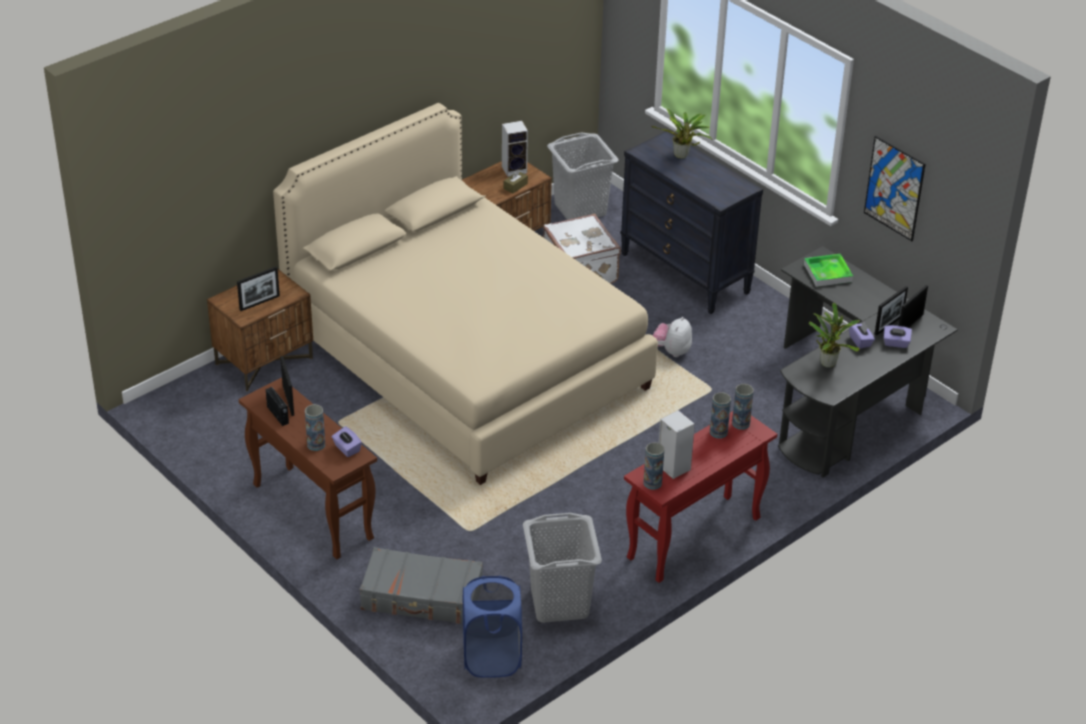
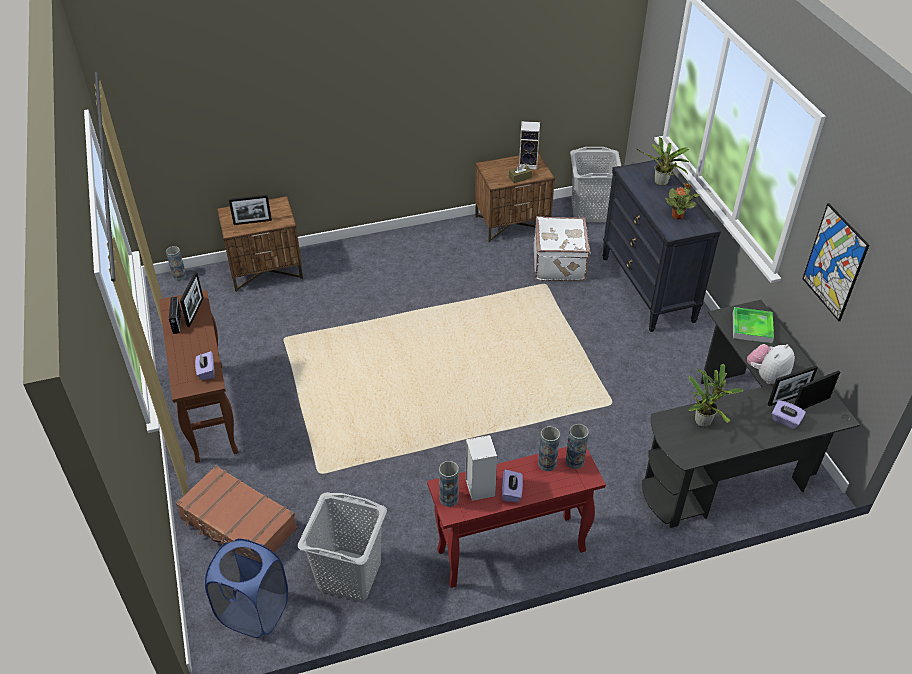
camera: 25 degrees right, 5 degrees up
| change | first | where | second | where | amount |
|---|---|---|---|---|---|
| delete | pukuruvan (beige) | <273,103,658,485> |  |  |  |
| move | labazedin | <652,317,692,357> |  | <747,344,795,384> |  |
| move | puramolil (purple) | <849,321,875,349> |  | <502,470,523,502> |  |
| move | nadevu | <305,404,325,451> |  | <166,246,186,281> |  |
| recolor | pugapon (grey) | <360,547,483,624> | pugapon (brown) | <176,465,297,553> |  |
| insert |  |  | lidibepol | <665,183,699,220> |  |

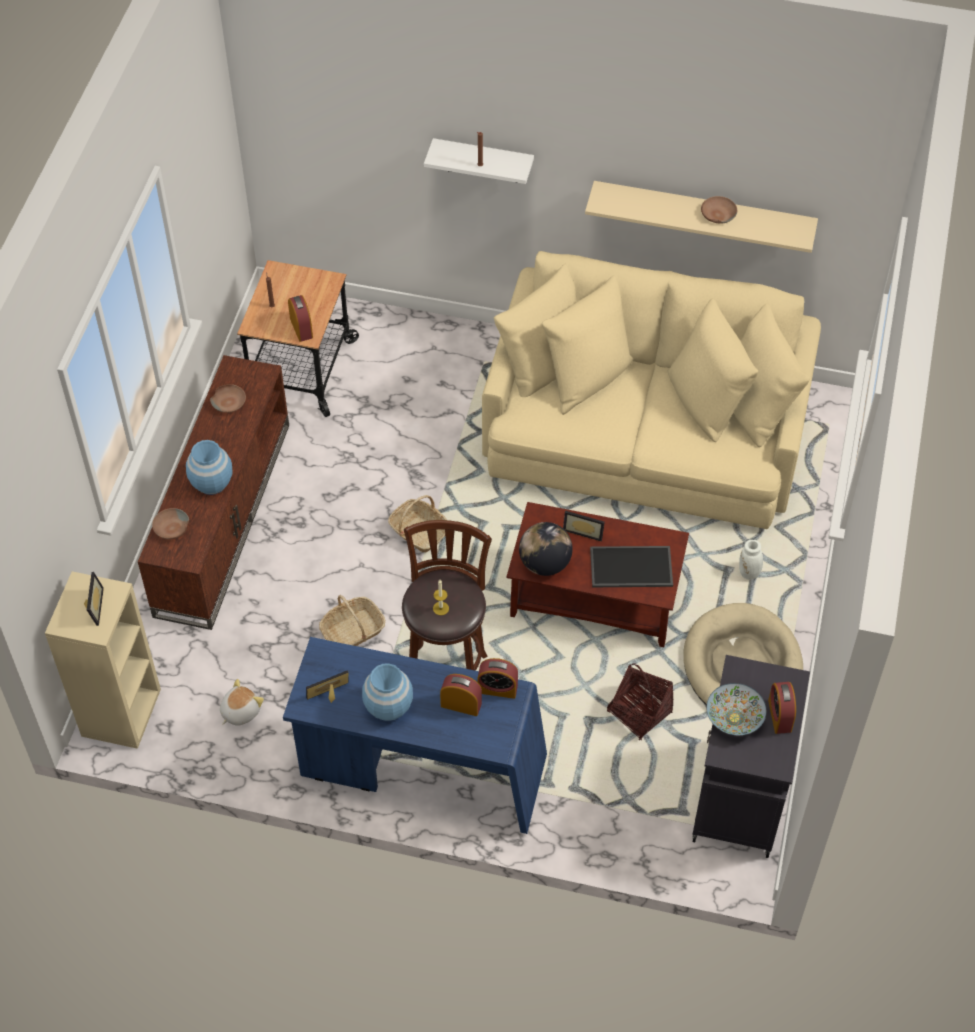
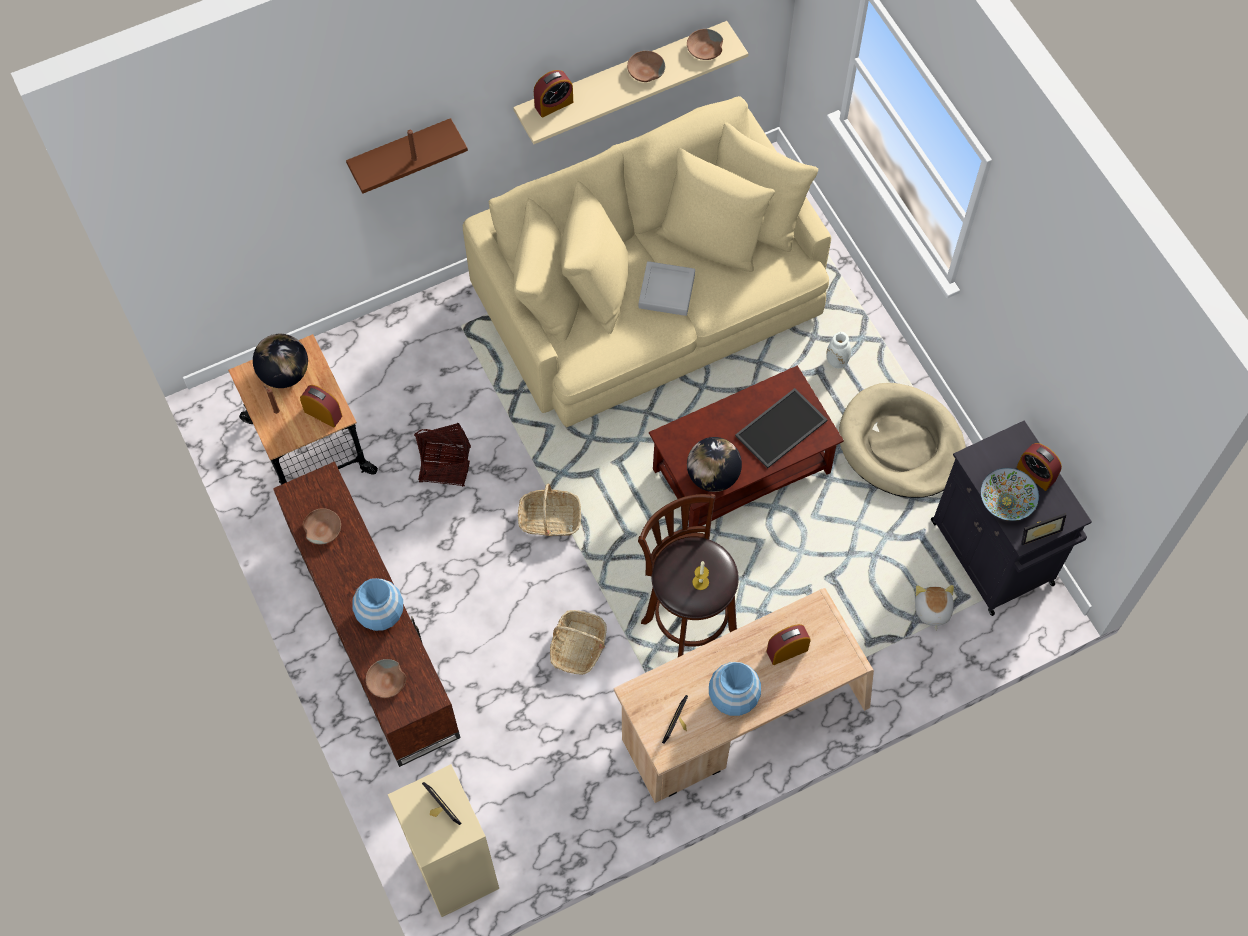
camera: 40 degrees left, 10 degrees up
| change | first | where | second | where | amount |
|---|---|---|---|---|---|
| recolor | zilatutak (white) | <424,138,534,184> | zilatutak (brown) | <346,118,468,194> |  |
| move | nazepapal | <563,511,605,542> |  | <1021,513,1066,545> |  |
| recolor | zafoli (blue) | <283,637,547,834> | zafoli (beige) | <614,588,874,803> |  |
| move | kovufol | <478,658,518,699> |  | <534,70,573,117> |  |
| move | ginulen | <607,663,674,740> |  | <414,423,471,487> |  |
| move | labazedin | <220,679,264,726> |  | <915,585,954,631> |  |
| insert |  |  | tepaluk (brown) | <687,29,723,60> |  |
| insert |  |  | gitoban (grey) | <639,261,695,316> |  |
| insert |  |  | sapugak | <253,334,308,388> |  |

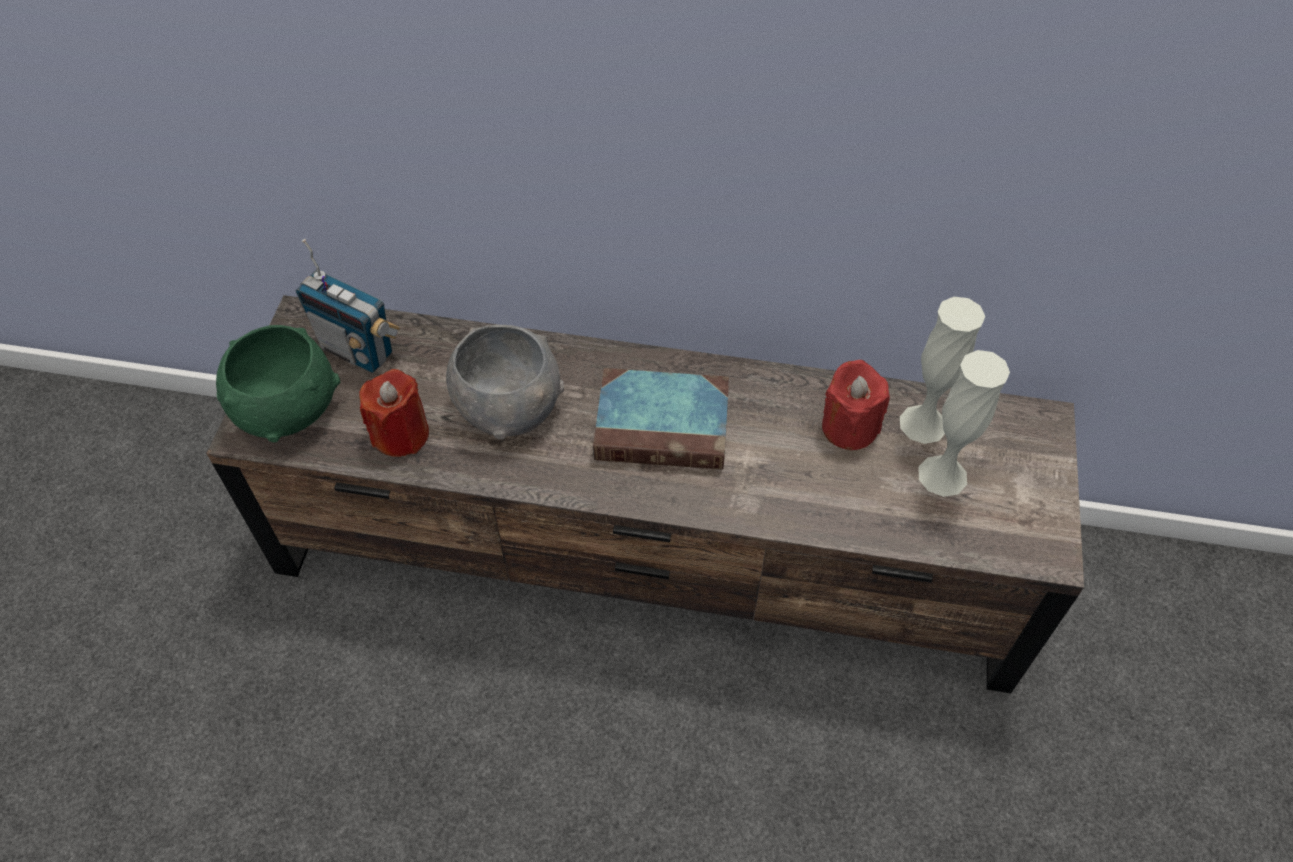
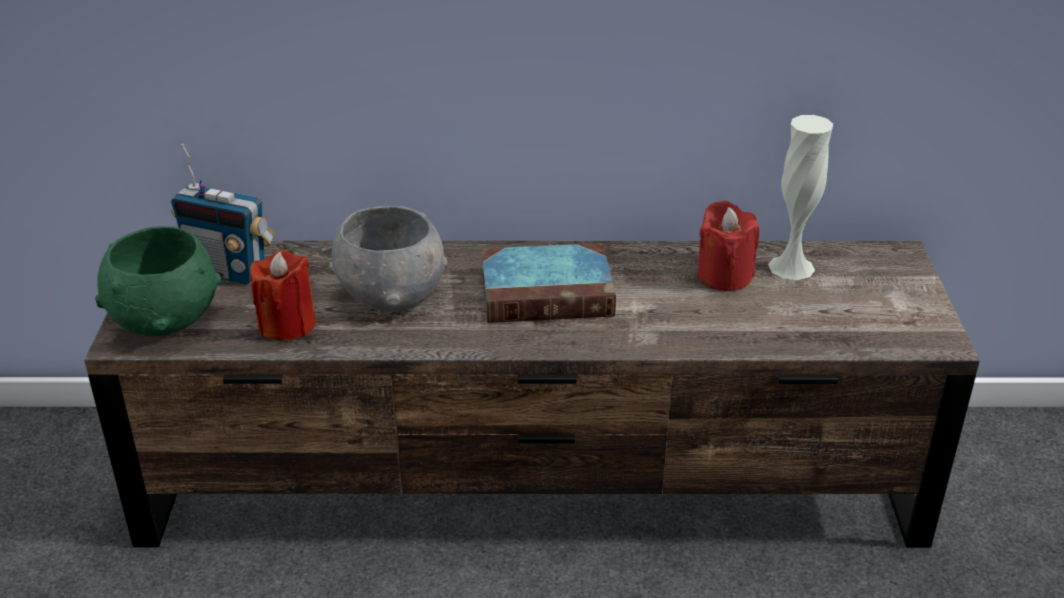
camera: 10 degrees left, 20 degrees down
| change | first | where | second | where | amount |
|---|---|---|---|---|---|
| delete | nadevu (white) | <919,350,1010,497> |  |  |  |

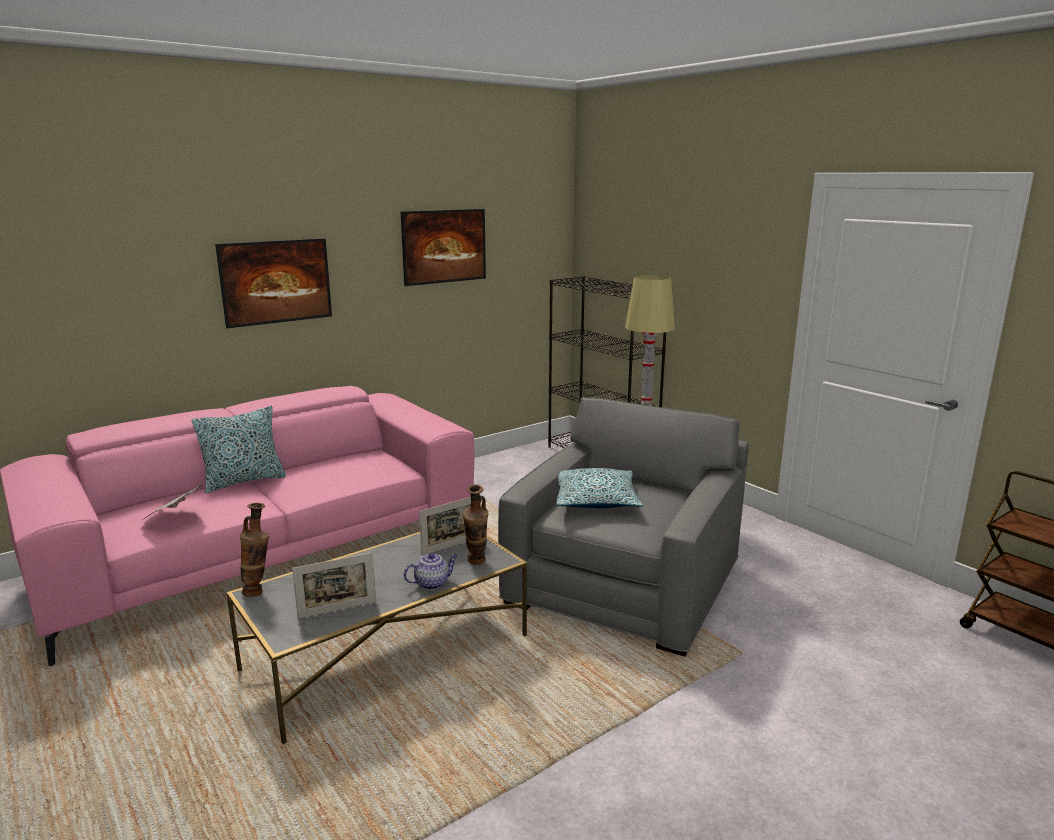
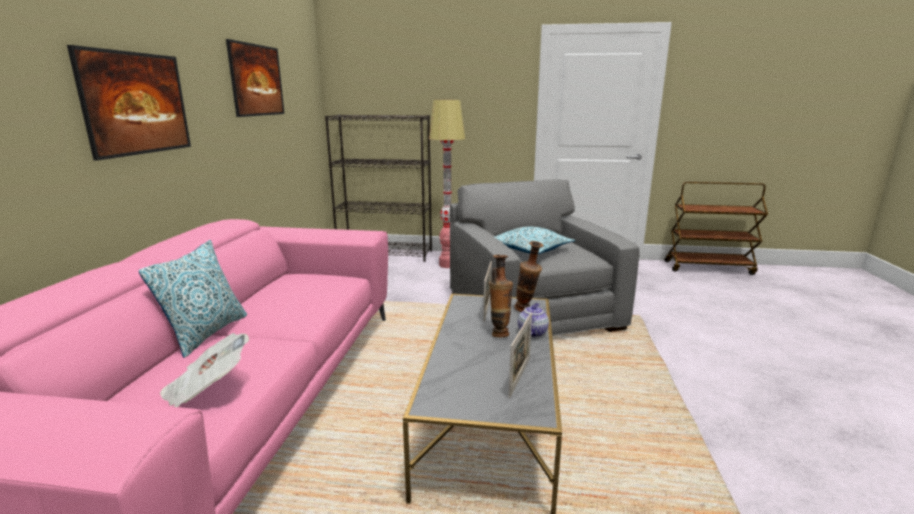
camera: 45 degrees left, 0 degrees up
| change | first | where | second | where | amount |
|---|---|---|---|---|---|
| move | nadevu | <240,503,269,597> |  | <489,255,513,337> |  |

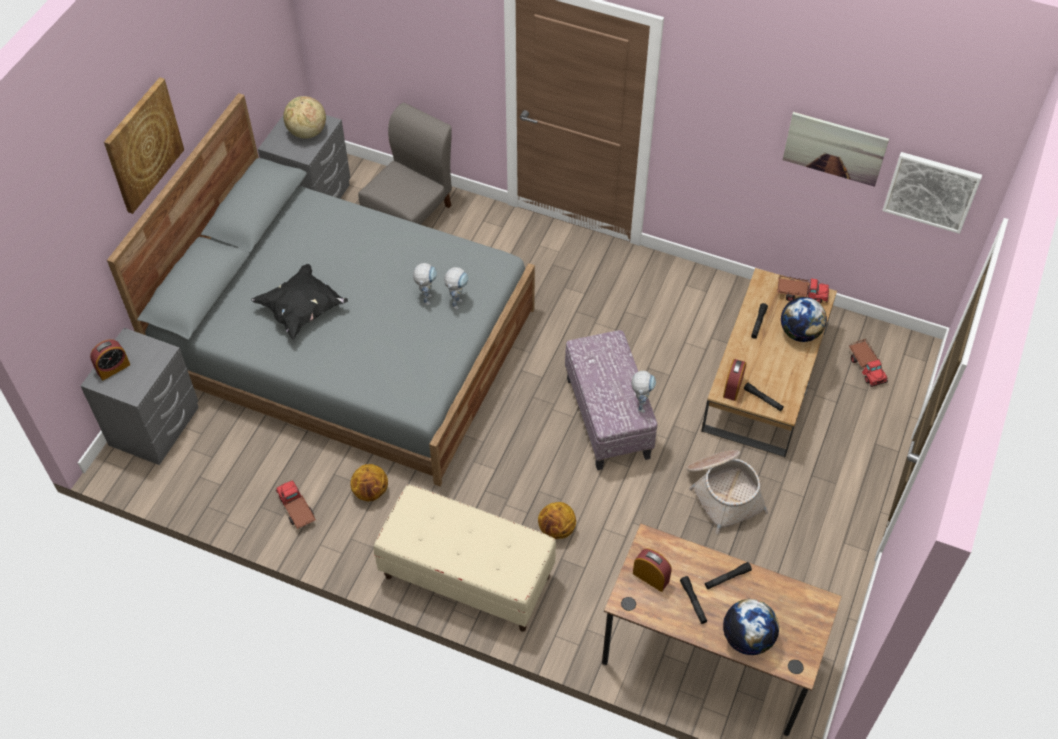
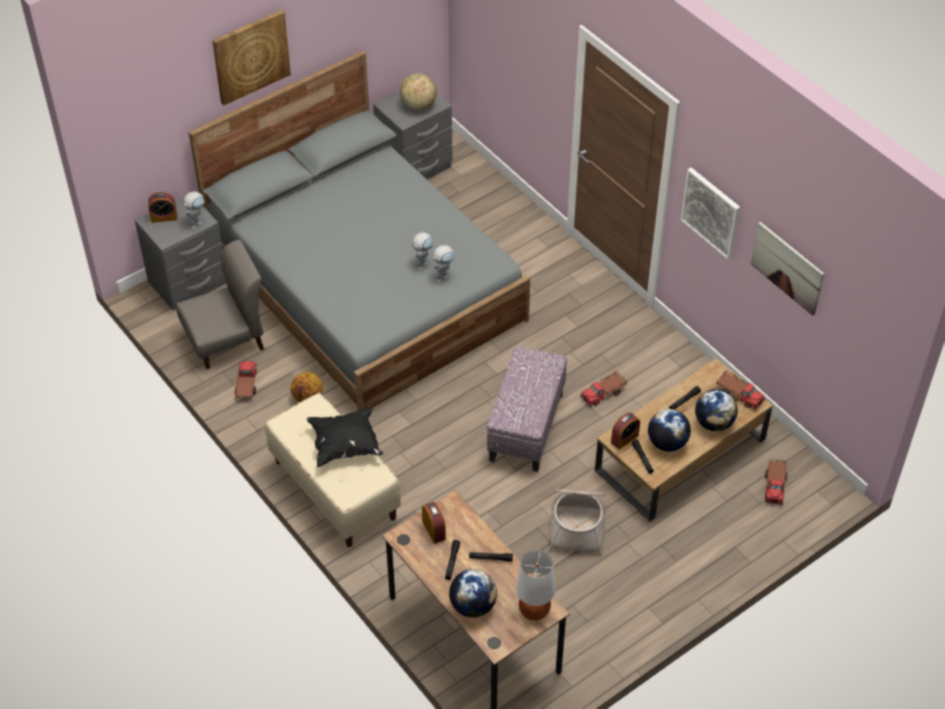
camera: 30 degrees right, 5 degrees down
| change | first | where | second | where | amount |
|---|---|---|---|---|---|
| move | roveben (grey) | <358,103,452,225> |  | <176,240,264,369> |  |
| move | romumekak | <882,152,982,234> |  | <681,167,740,260> |  |
| move | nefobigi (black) | <251,264,348,340> |  | <307,407,383,467> |  |
| move | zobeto | <631,371,656,413> |  | <183,191,205,229> |  |
| delete | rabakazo | <538,502,576,539> |  |  |  |
| insert |  |  | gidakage | <580,371,627,407> |  |
| insert |  |  | sapugak | <648,409,691,452> |  |
| insert |  |  | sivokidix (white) | <516,551,555,621> |  |

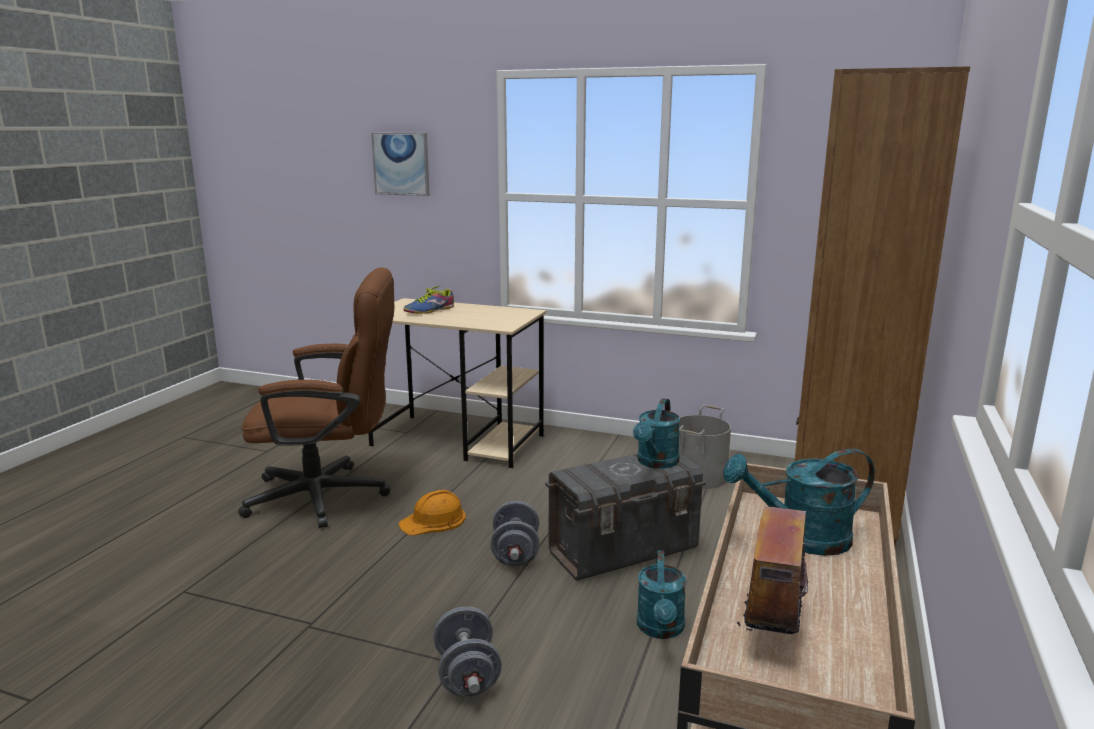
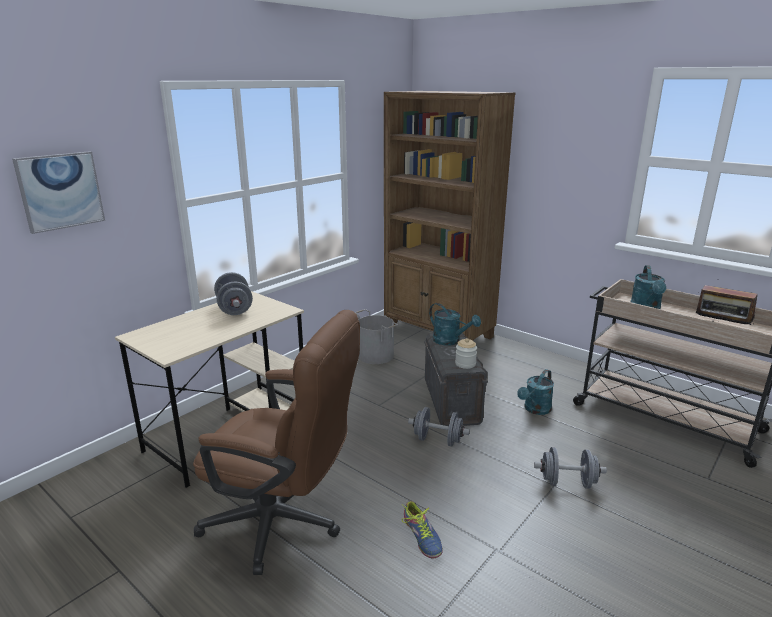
camera: 70 degrees left, 5 degrees up
| change | first | where | second | where | amount |
|---|---|---|---|---|---|
| rotate | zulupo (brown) | <238,267,394,528> |  | <193,310,360,575> | 90 degrees clockwise |
| move | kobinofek | <404,286,454,314> |  | <402,501,443,558> |  |
| delete | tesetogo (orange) | <398,490,466,535> |  |  |  |
| rotate | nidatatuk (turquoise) | <637,550,686,639> |  | <517,369,554,415> | 105 degrees clockwise |
| insert |  |  | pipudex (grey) | <214,272,253,315> |  |
| insert |  |  | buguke | <455,338,477,369> |  |

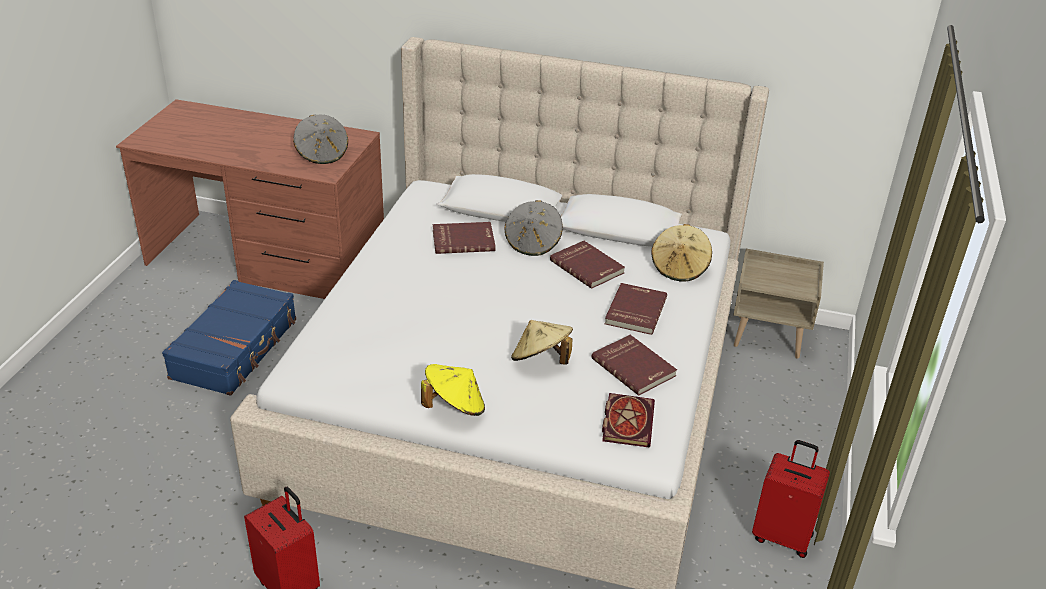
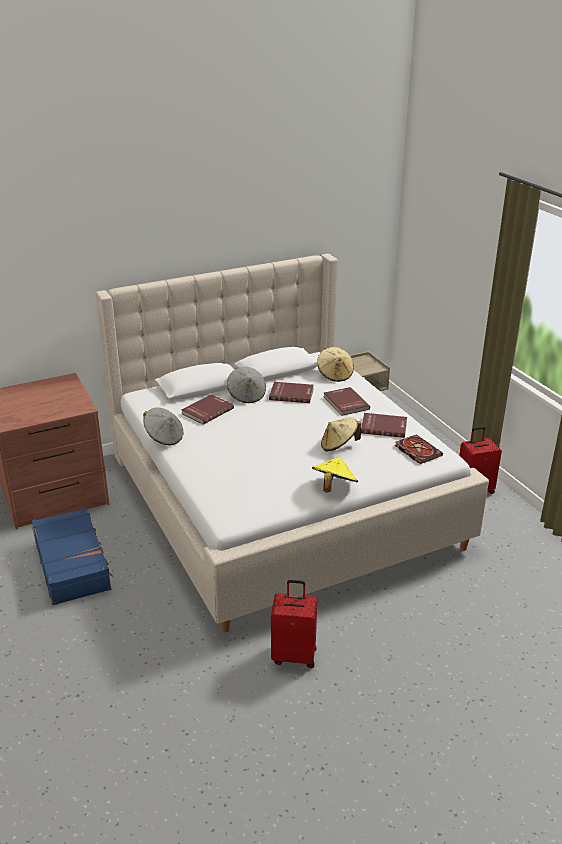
camera: 40 degrees left, 5 degrees down
| change | first | where | second | where | amount |
|---|---|---|---|---|---|
| move | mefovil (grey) | <293,115,348,164> |  | <143,407,183,445> |  |

